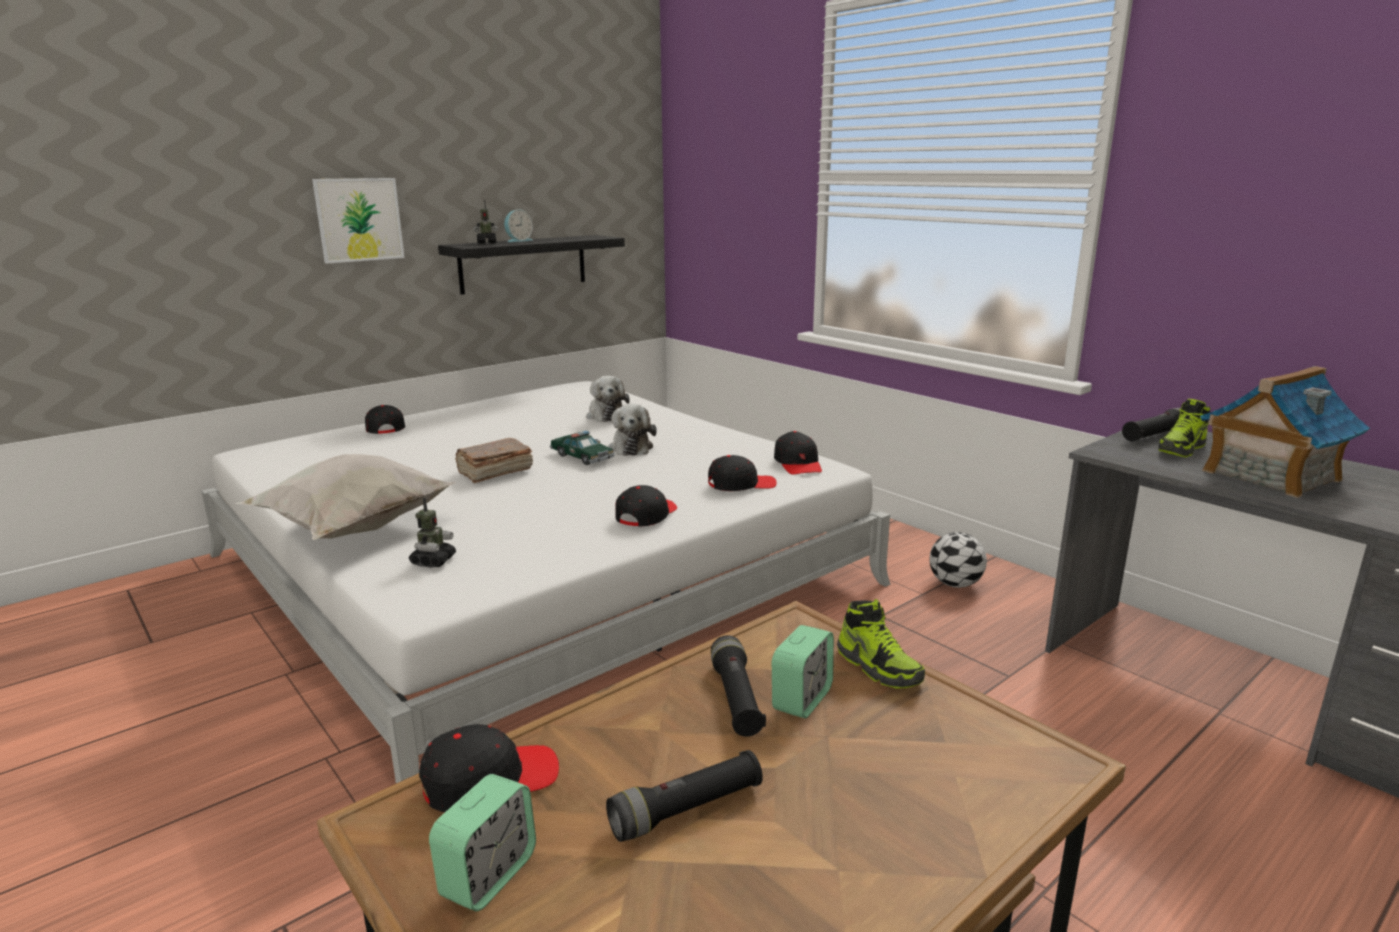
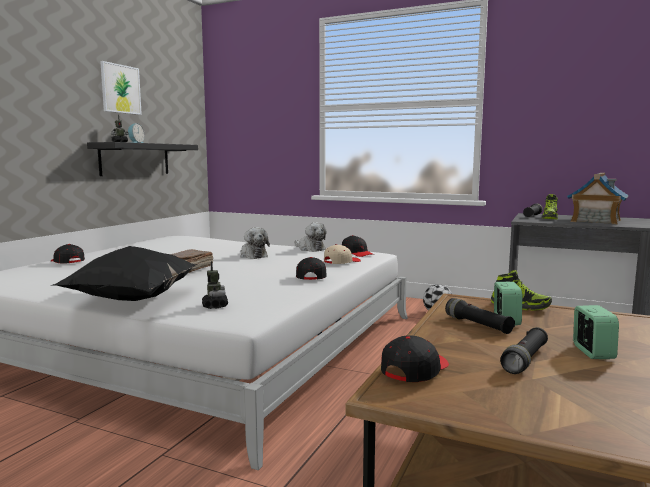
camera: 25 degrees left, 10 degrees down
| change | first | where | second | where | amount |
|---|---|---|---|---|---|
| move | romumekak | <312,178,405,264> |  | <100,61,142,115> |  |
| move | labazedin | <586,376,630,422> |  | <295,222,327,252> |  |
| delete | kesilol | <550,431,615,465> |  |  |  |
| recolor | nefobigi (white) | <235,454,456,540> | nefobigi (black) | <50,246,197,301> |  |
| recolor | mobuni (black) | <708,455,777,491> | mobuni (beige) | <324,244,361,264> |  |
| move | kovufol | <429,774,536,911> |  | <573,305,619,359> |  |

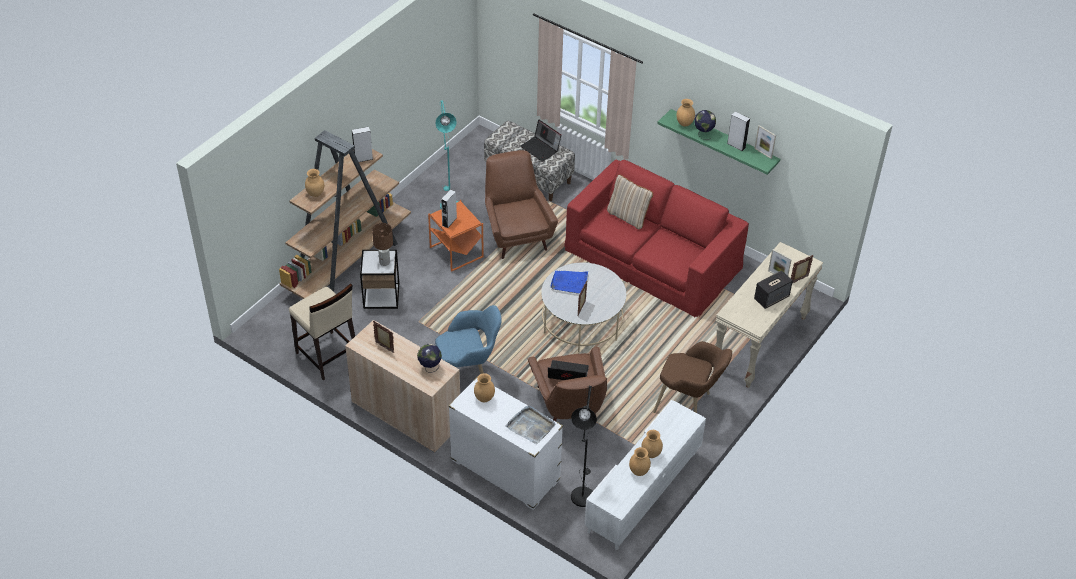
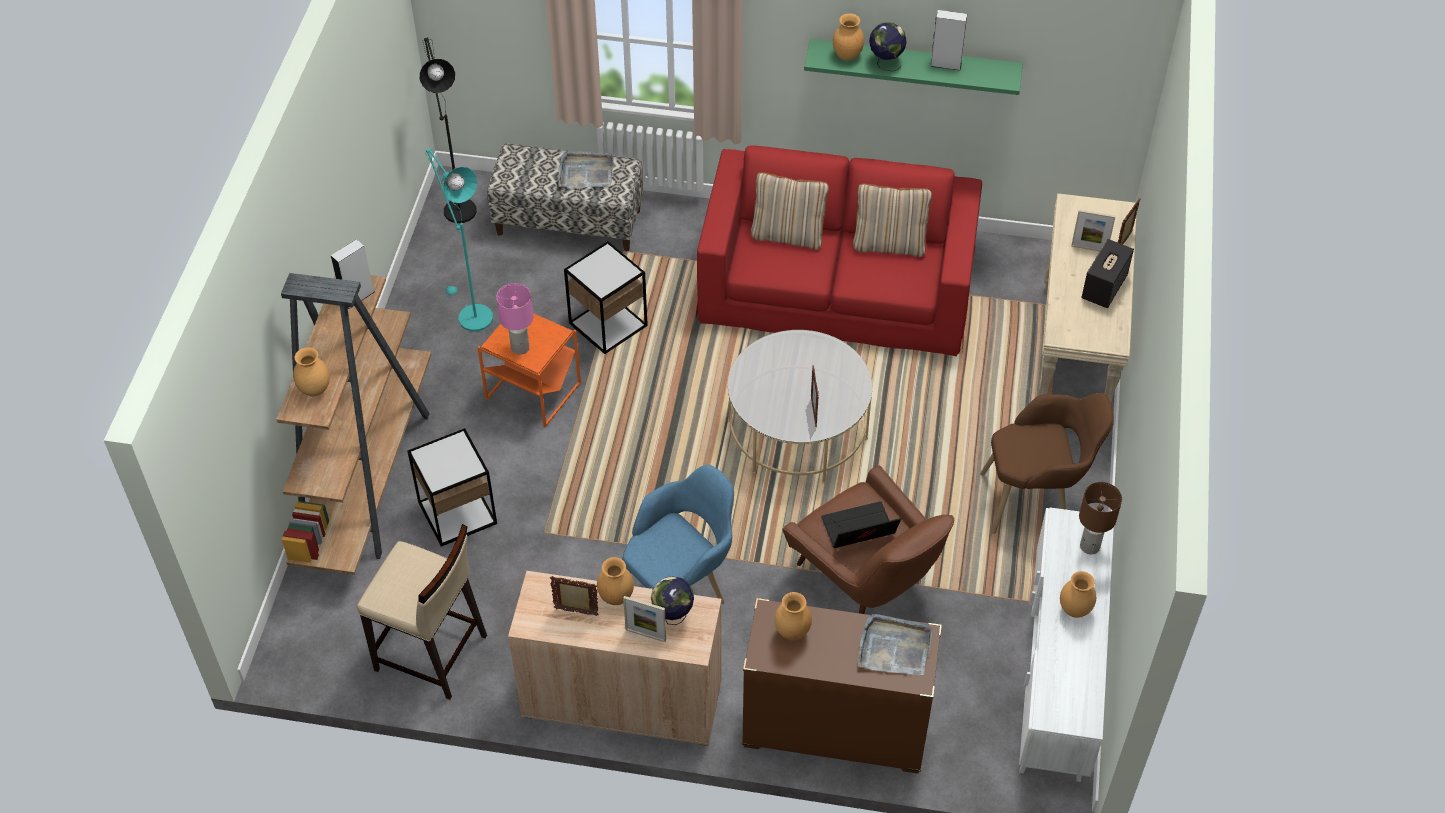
camera: 25 degrees left, 5 degrees up
| change | first | where | second | where | amount |
|---|---|---|---|---|---|
| replace | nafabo | <520,119,561,162> | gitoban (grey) | <559,151,614,188> |  |
| move | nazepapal | <754,125,776,159> |  | <623,596,666,642> |  |
| replace | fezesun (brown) | <485,150,558,259> | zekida | <564,241,648,354> |  |
| replace | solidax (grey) | <441,189,457,228> | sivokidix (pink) | <496,283,533,355> |  |
| move | sivokidix (brown) | <372,223,393,266> |  | <1079,482,1122,554> |  |
| delete | gitoban (blue) | <550,271,588,294> |  |  |  |
| recolor | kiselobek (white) | <448,376,563,510> | kiselobek (brown) | <742,598,942,774> |  |
| move | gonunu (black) | <571,386,597,507> |  | <420,38,477,223> |  |
| move | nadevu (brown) | <629,447,651,476> |  | <597,557,634,605> |  |
| insert |  |  | nefobigi (beige) | <853,184,932,257> |  |

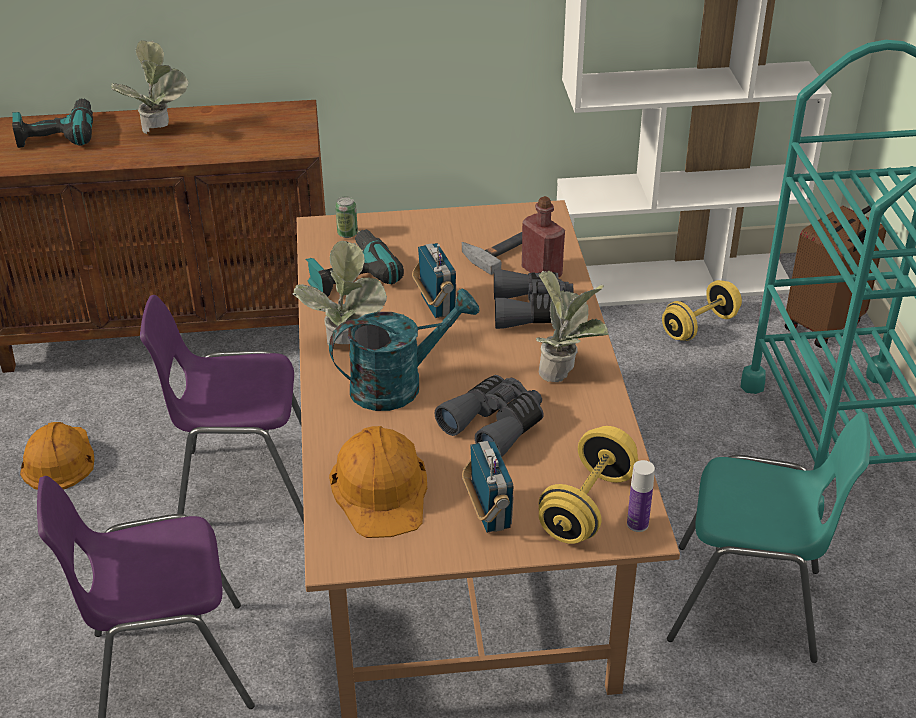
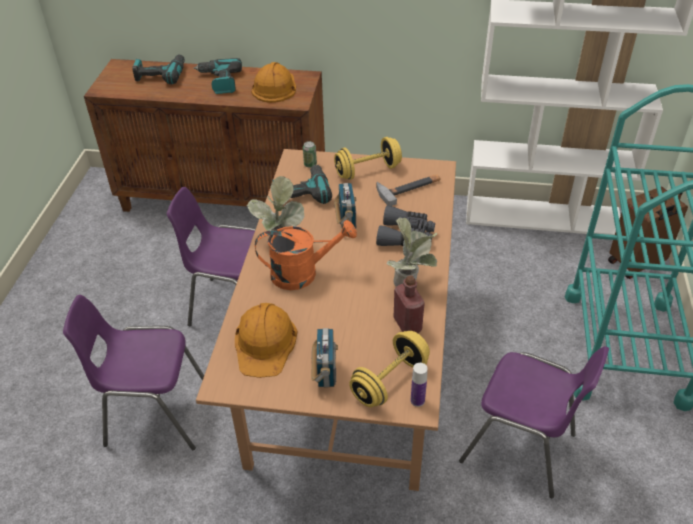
camera: 15 degrees right, 5 degrees up
| change | first | where | second | where | amount |
|---|---|---|---|---|---|
| replace | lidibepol | <111,40,188,134> | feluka | <193,58,242,94> |  |
| move | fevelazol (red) | <522,196,565,277> |  | <393,275,425,333> |  |
| move | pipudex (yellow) | <662,280,742,341> |  | <334,137,402,180> |  |
| recolor | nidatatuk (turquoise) | <329,289,480,411> | nidatatuk (orange) | <255,220,357,290> |  |
| delete | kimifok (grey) | <434,375,544,457> |  |  |  |
| recolor | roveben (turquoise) | <667,412,870,663> | roveben (purple) | <459,346,609,498> |  |
| move | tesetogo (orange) | <20,422,94,490> |  | <251,62,296,103> |  |

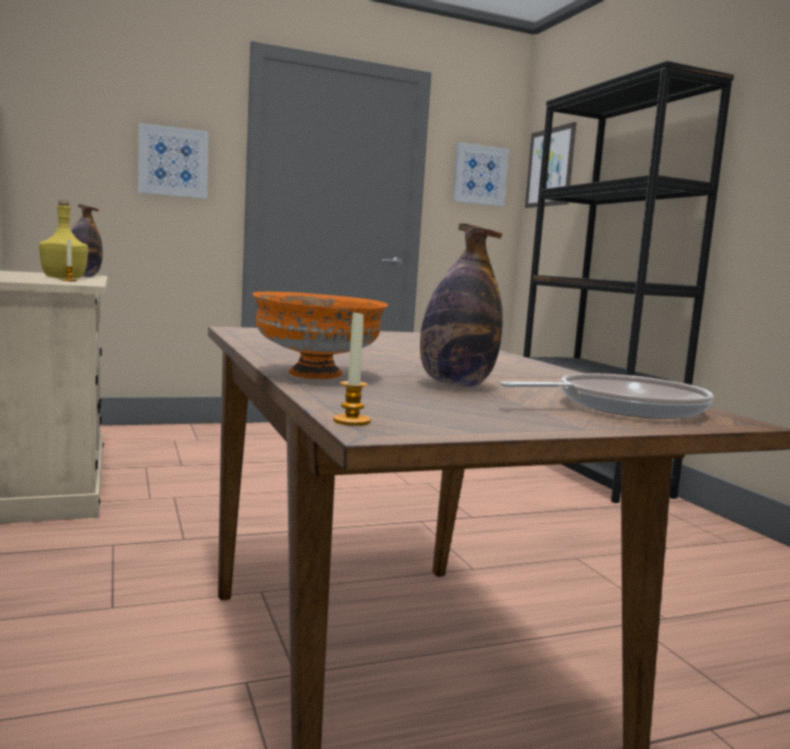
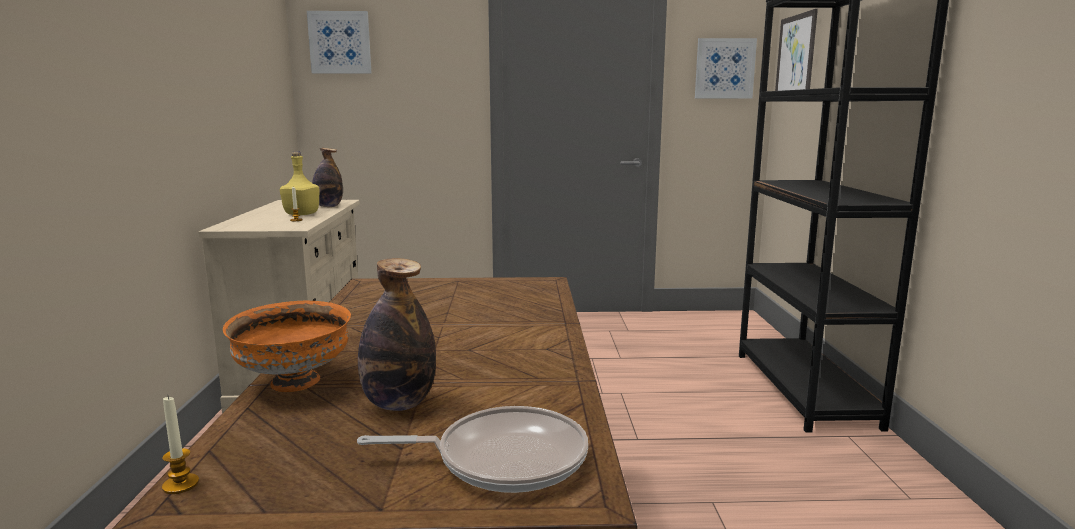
camera: 20 degrees right, 5 degrees up
| change | first | where | second | where | amount |
|---|---|---|---|---|---|
| move | romumekak | <138,123,209,199> |  | <307,11,372,73> |  |

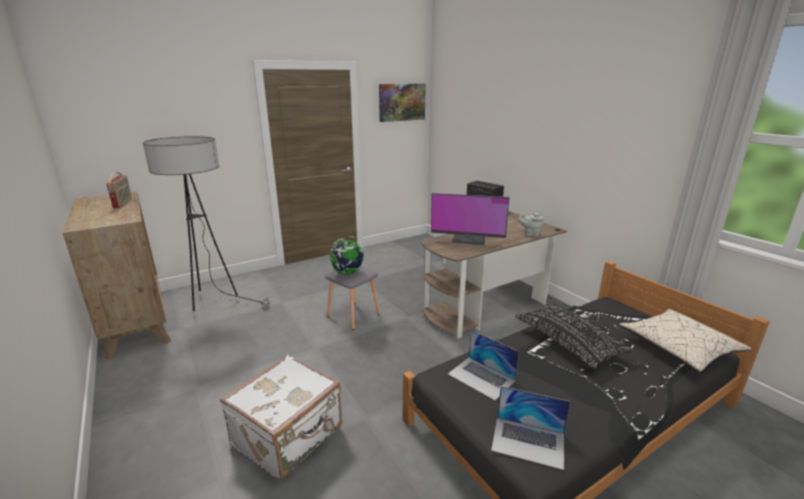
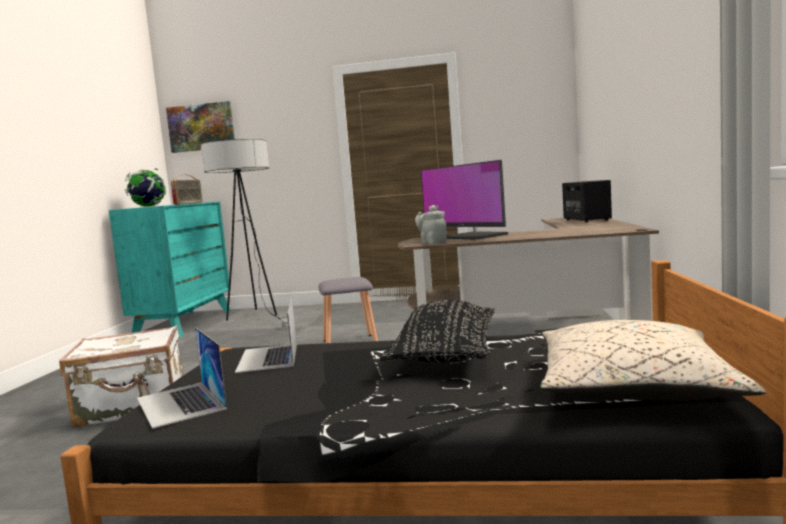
camera: 40 degrees right, 15 degrees down
| change | first | where | second | where | amount |
|---|---|---|---|---|---|
| move | romumekak | <379,84,426,122> |  | <166,101,235,153> |  |
| recolor | kiselobek (brown) | <63,192,171,360> | kiselobek (turquoise) | <109,202,231,338> |  |
| move | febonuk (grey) | <518,213,544,236> |  | <415,205,447,244> |  |
| move | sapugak | <330,236,365,275> |  | <125,168,166,207> |  |

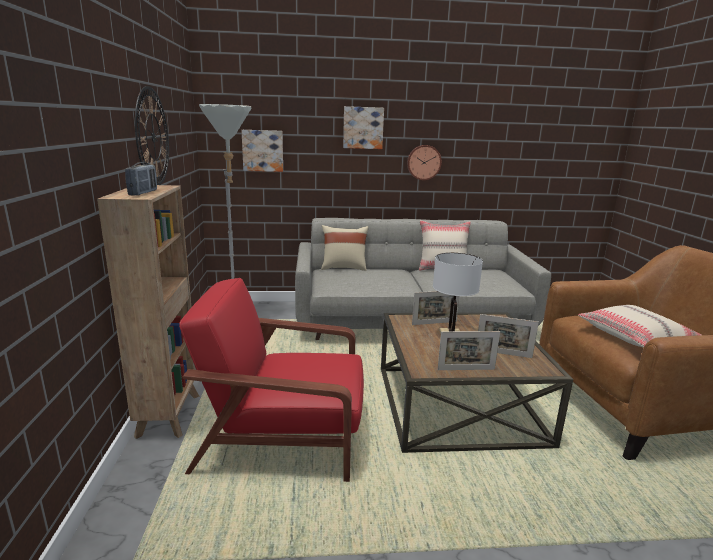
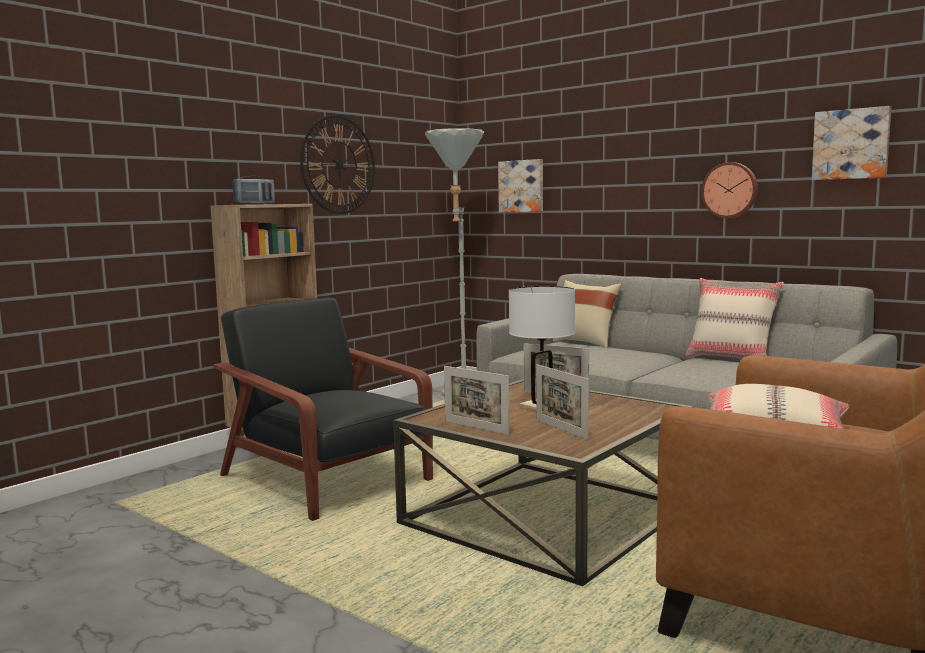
camera: 45 degrees right, 10 degrees down
| change | first | where | second | where | amount |
|---|---|---|---|---|---|
| move | romumekak | <343,106,384,149> |  | <812,106,891,180> |  |
| recolor | fezesun (red) | <179,278,364,482> | fezesun (black) | <213,298,433,521> |  |

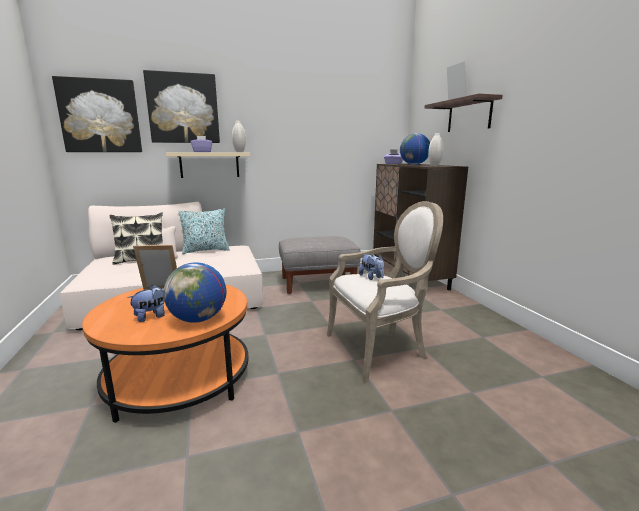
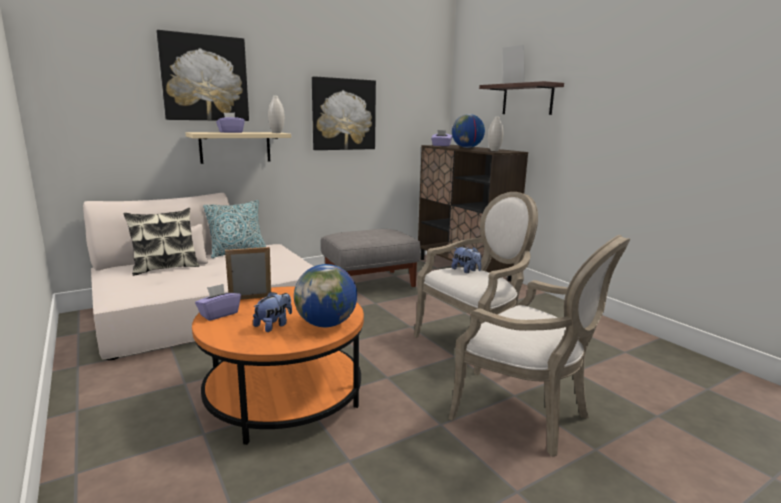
camera: 15 degrees left, 0 degrees up
| change | first | where | second | where | amount |
|---|---|---|---|---|---|
| move | romumekak | <52,76,142,152> |  | <312,76,376,150> |  |
| insert |  |  | fezesun | <449,235,630,457> |  |
| insert |  |  | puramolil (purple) | <195,284,241,321> |  |

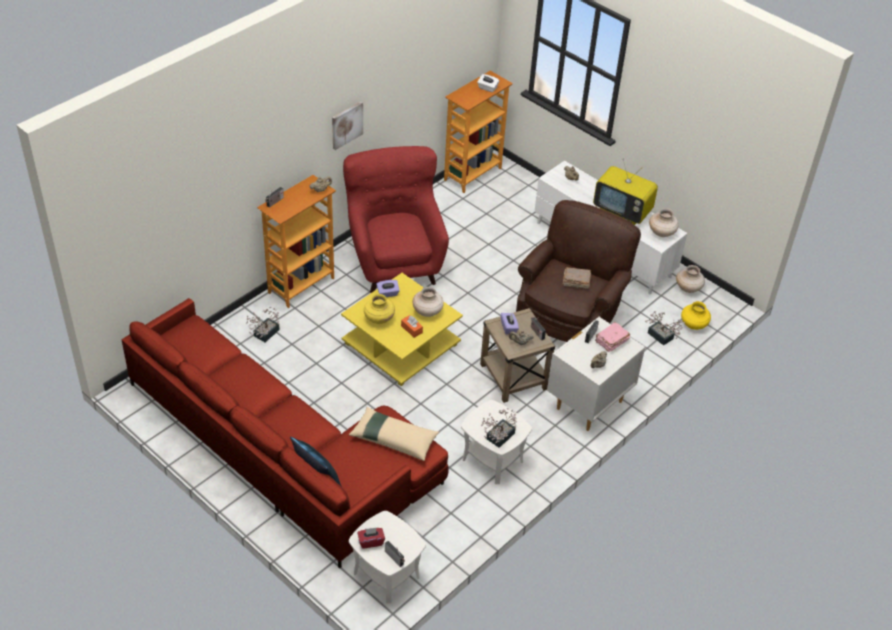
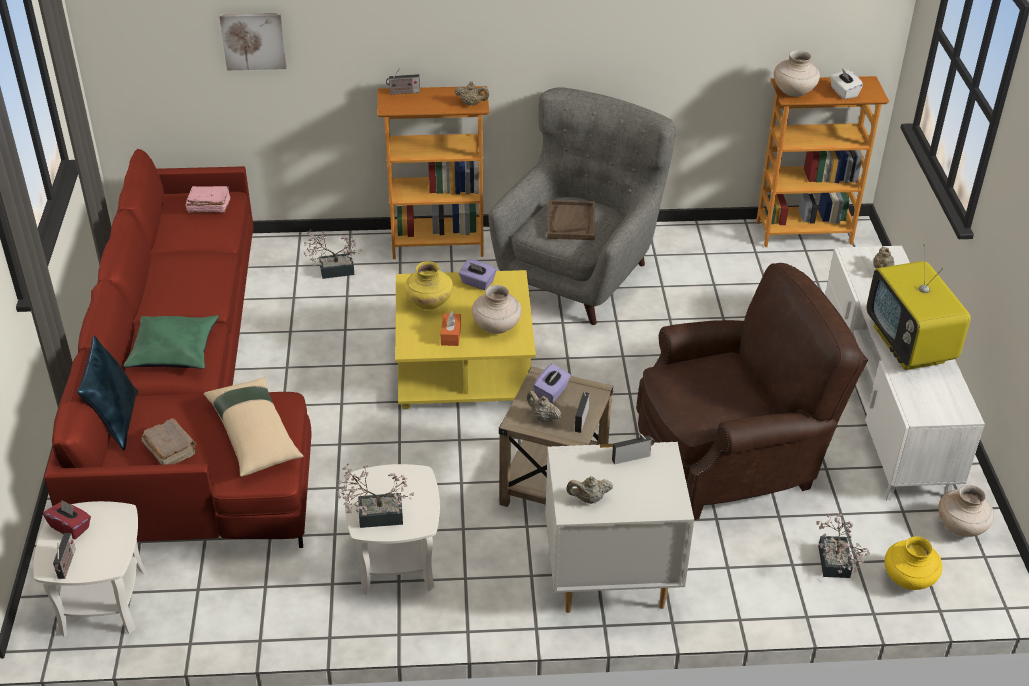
camera: 45 degrees right, 5 degrees down
| change | first | where | second | where | amount |
|---|---|---|---|---|---|
| move | romumekak | <332,102,363,150> |  | <219,13,287,70> |  |
| recolor | fezesun (red) | <343,146,449,293> | fezesun (grey) | <488,87,676,325> |  |
| move | nadevu (beige) | <649,208,679,237> |  | <774,50,820,97> |  |
| move | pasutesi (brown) | <563,267,591,289> |  | <141,418,196,465> |  |
| move | pasutesi (pink) | <595,322,630,352> |  | <186,186,230,213> |  |
| insert |  |  | gitoban (brown) | <547,200,595,240> |  |
| insert |  |  | nefobigi (green) | <124,315,219,369> |  |

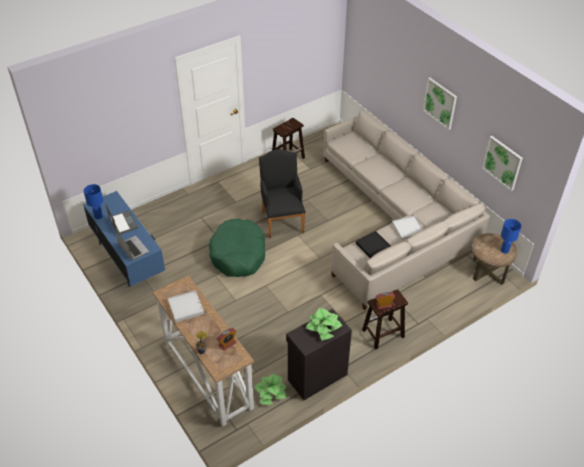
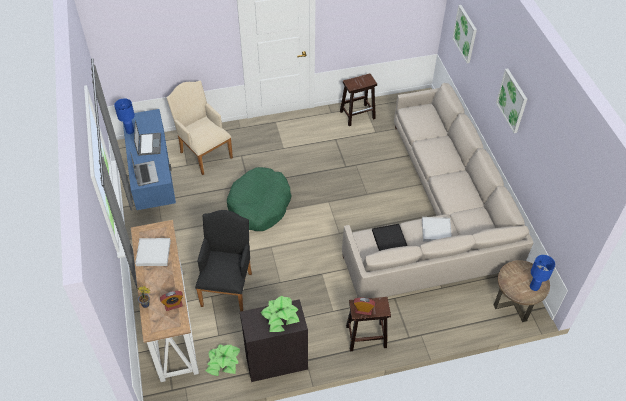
camera: 20 degrees right, 5 degrees up
| change | first | where | second | where | amount |
|---|---|---|---|---|---|
| move | romumekak | <482,136,523,191> |  | <452,5,477,63> |  |
| move | fezesun (black) | <259,149,306,238> |  | <195,210,252,312> |  |
| insert |  |  | fezesun (beige) | <167,81,233,175> |  |

